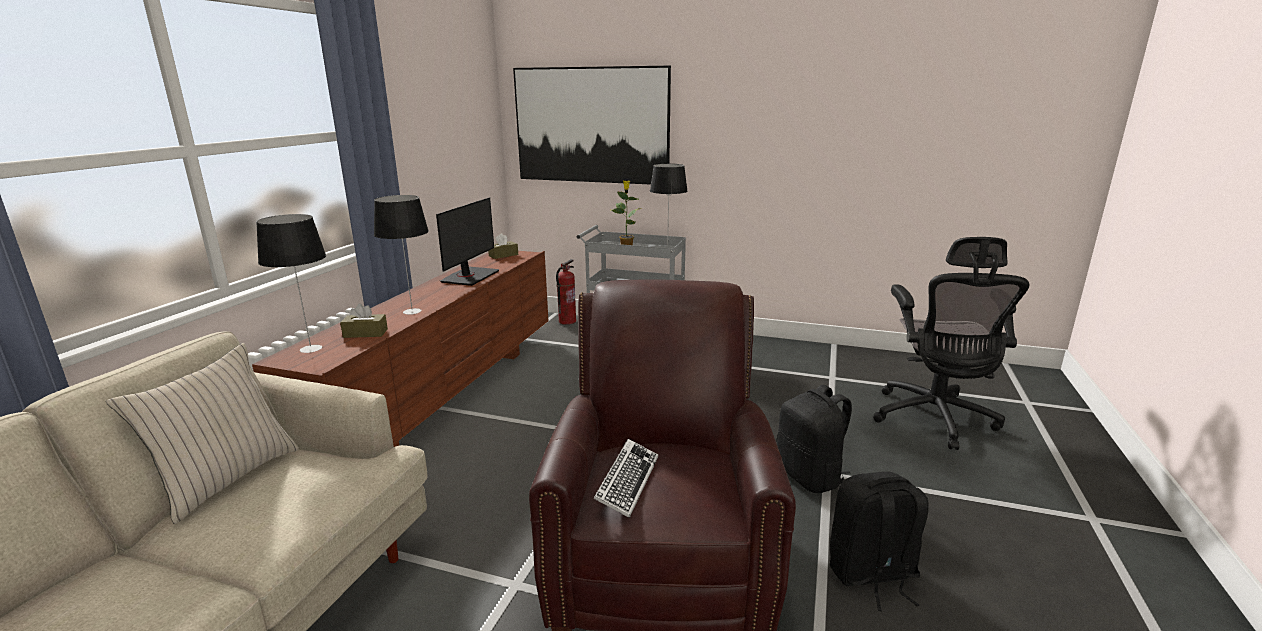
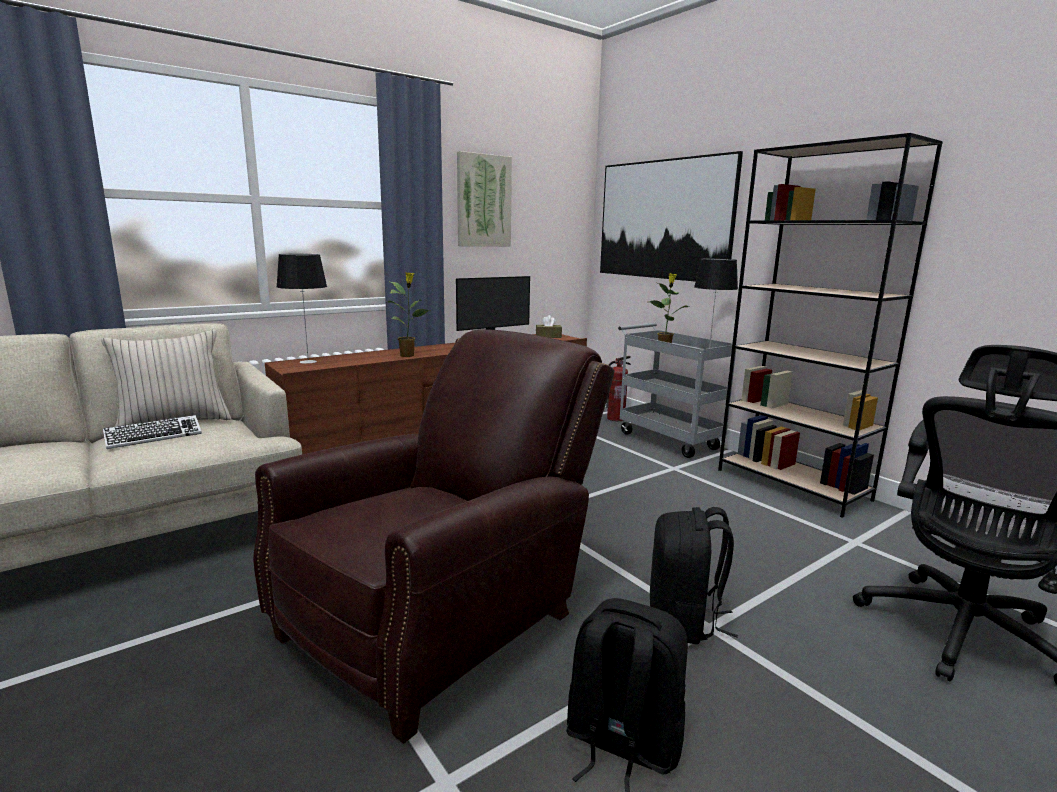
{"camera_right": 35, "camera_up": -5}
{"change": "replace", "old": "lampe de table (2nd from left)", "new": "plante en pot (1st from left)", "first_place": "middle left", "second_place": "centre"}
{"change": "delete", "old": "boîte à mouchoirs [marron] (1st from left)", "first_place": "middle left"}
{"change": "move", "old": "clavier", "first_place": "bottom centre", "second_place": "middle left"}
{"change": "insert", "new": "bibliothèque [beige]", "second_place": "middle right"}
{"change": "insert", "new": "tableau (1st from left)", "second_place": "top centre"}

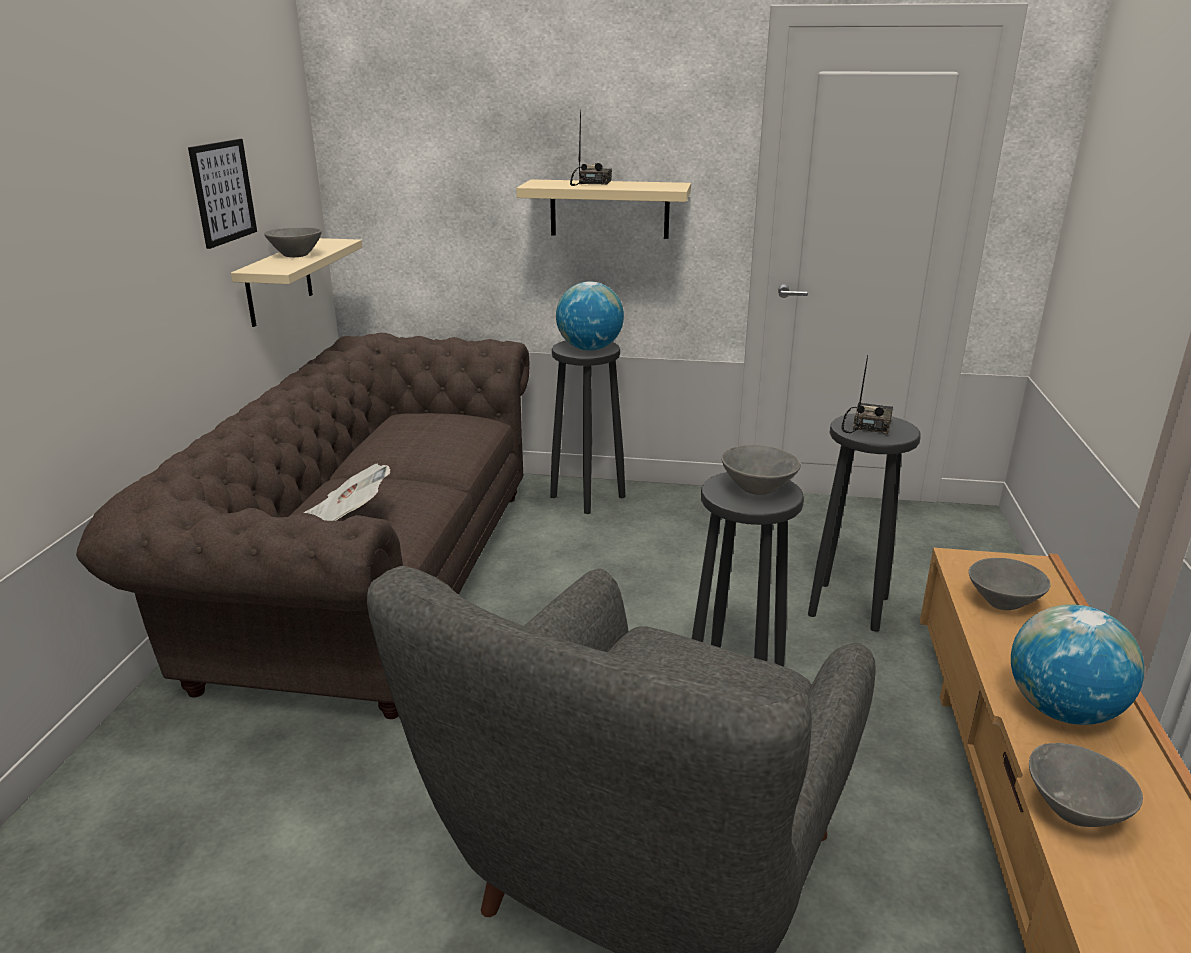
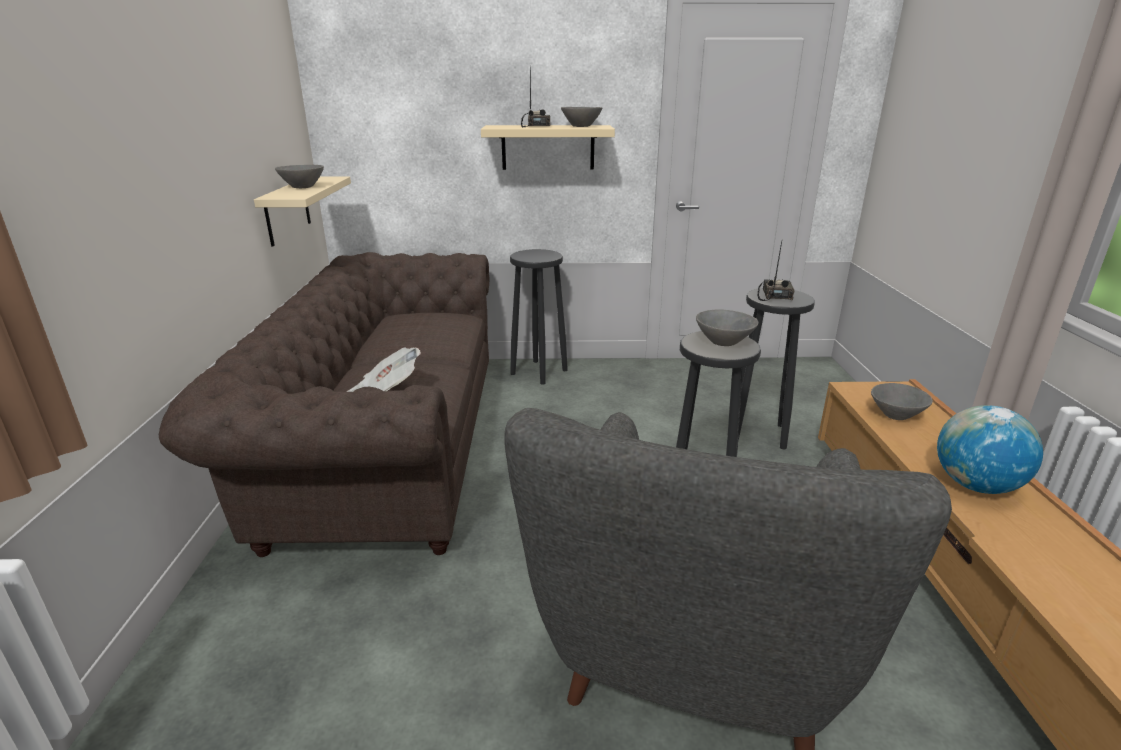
{"camera_right": -10, "camera_up": 0}
{"change": "delete", "old": "tableau", "first_place": "top left"}
{"change": "delete", "old": "globe (1st from left)", "first_place": "top centre"}
{"change": "move", "old": "bol [gris] (4th from left in the first image)", "new": "bol [gris] (2nd from left)", "first_place": "bottom right", "second_place": "top centre"}

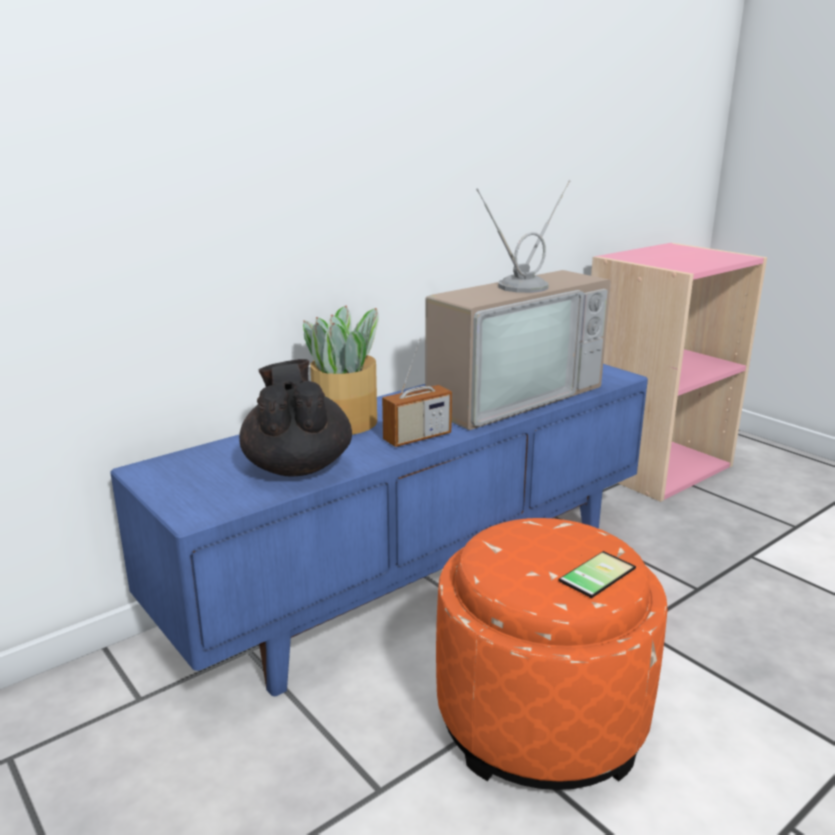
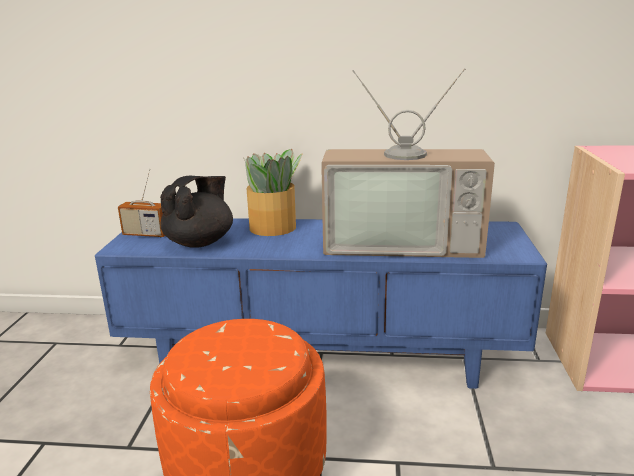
{"camera_right": 45, "camera_up": 0}
{"change": "move", "old": "radio", "first_place": "centre", "second_place": "middle left"}
{"change": "delete", "old": "téléphone", "first_place": "bottom right"}

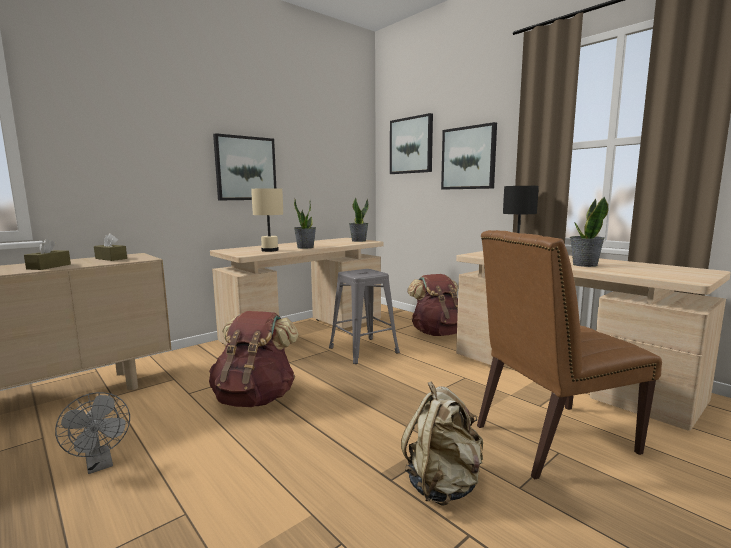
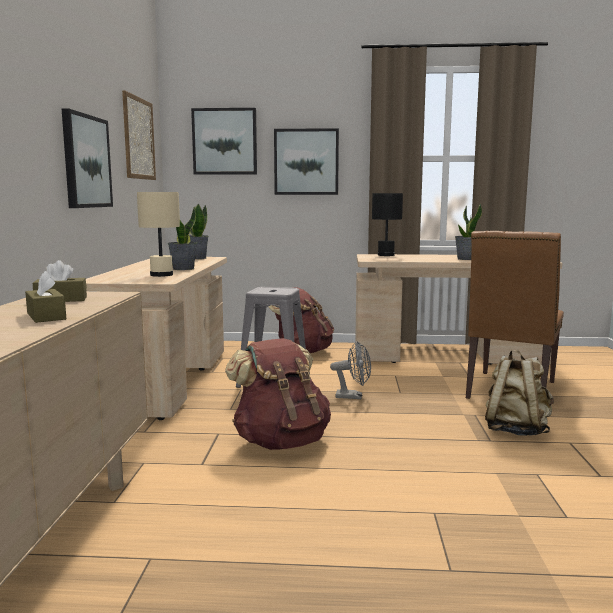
{"camera_right": -45, "camera_up": 0}
{"change": "move", "old": "ventilateur [gris]", "first_place": "bottom left", "second_place": "centre"}
{"change": "insert", "new": "tableau (2nd from left)", "second_place": "top left"}

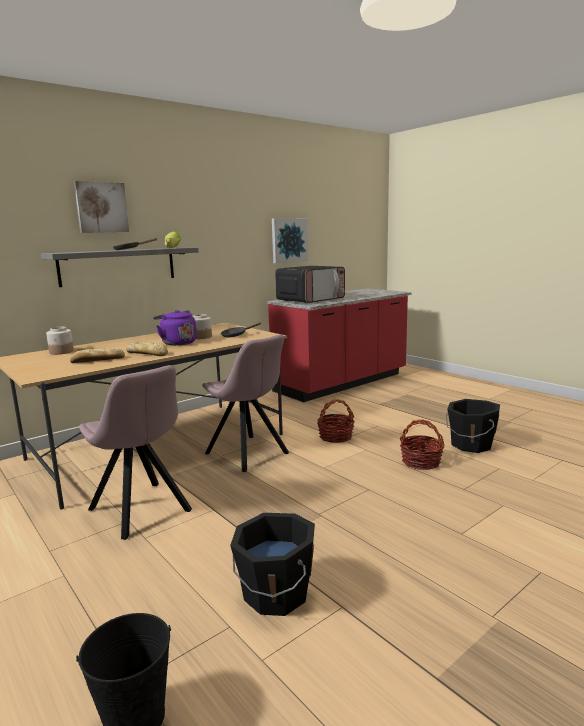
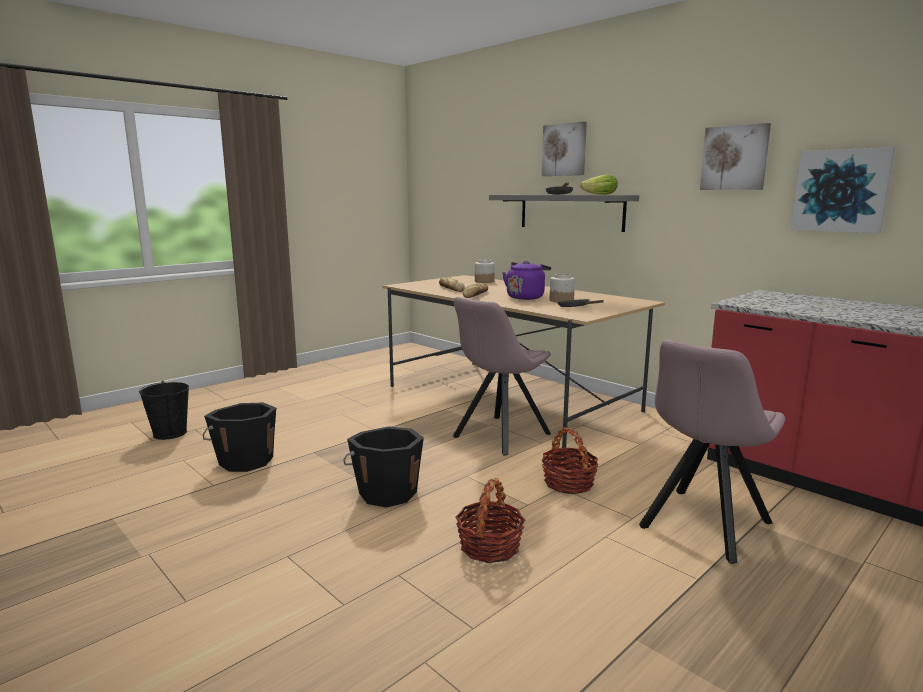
{"camera_right": 85, "camera_up": 0}
{"change": "delete", "old": "micro-ondes", "first_place": "centre"}
{"change": "move", "old": "chaise [rose] (1st from left in the first image)", "new": "chaise [rose] (2nd from left)", "first_place": "middle left", "second_place": "middle right"}
{"change": "move", "old": "seau [noir] (3rd from left)", "first_place": "middle right", "second_place": "bottom centre"}
{"change": "insert", "new": "tableau (2nd from left)", "second_place": "top right"}

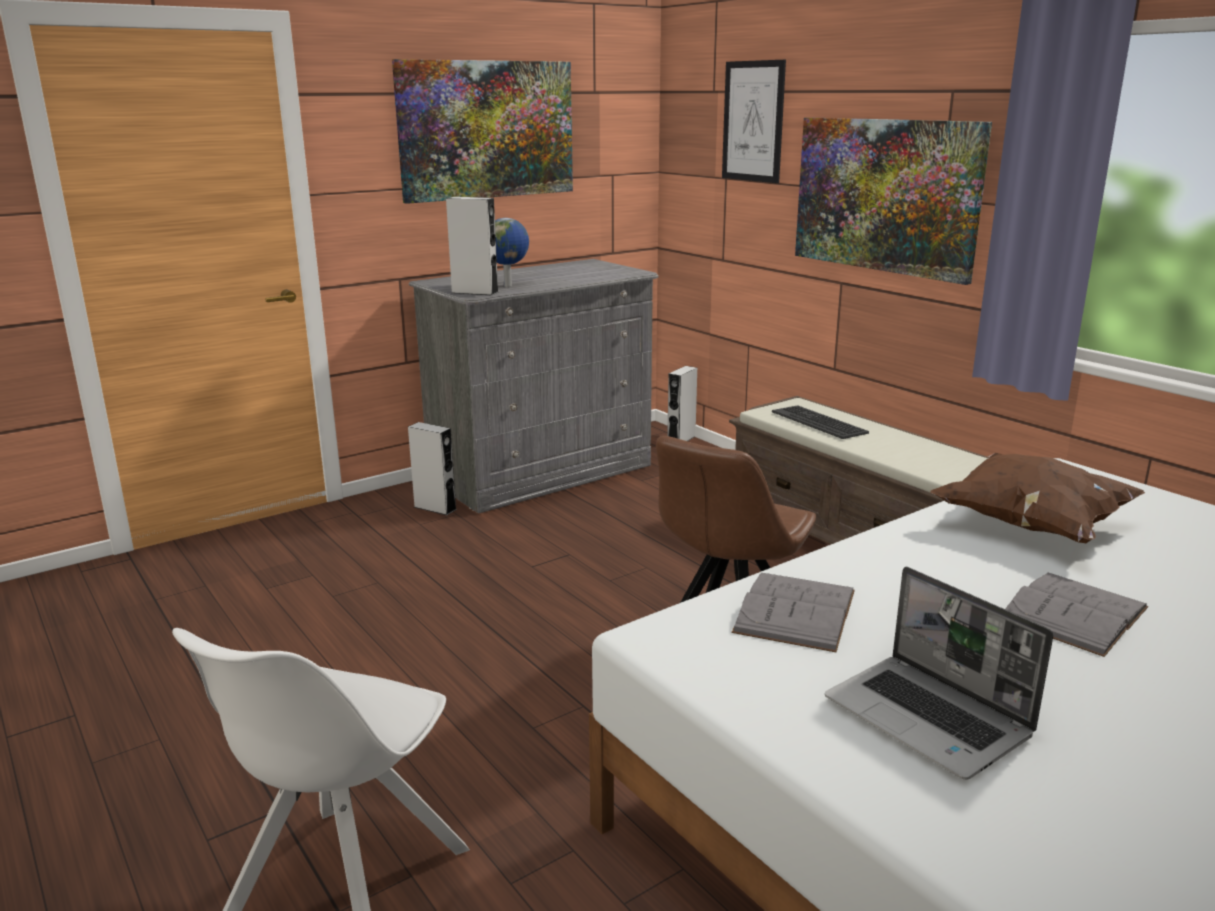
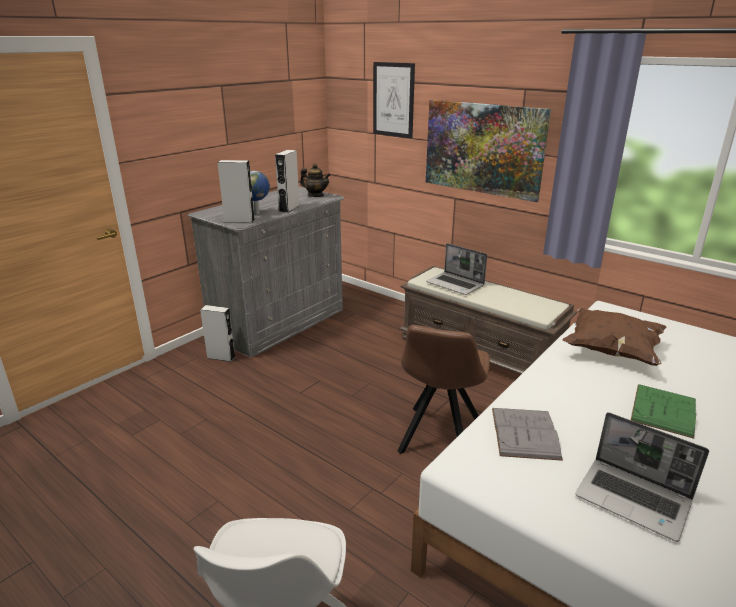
{"camera_right": -15, "camera_up": 5}
{"change": "delete", "old": "tableau (1st from left)", "first_place": "top centre"}
{"change": "move", "old": "enceinte [gris] (3rd from left)", "first_place": "centre", "second_place": "top centre"}
{"change": "replace", "old": "clavier", "new": "ordinateur portable (1st from left)", "first_place": "middle right", "second_place": "centre"}
{"change": "recolor", "old": "livre [gris] (2nd from left)", "new": "livre [vert]", "first_place": "bottom right", "second_place": "bottom right"}
{"change": "insert", "new": "théière", "second_place": "top centre"}

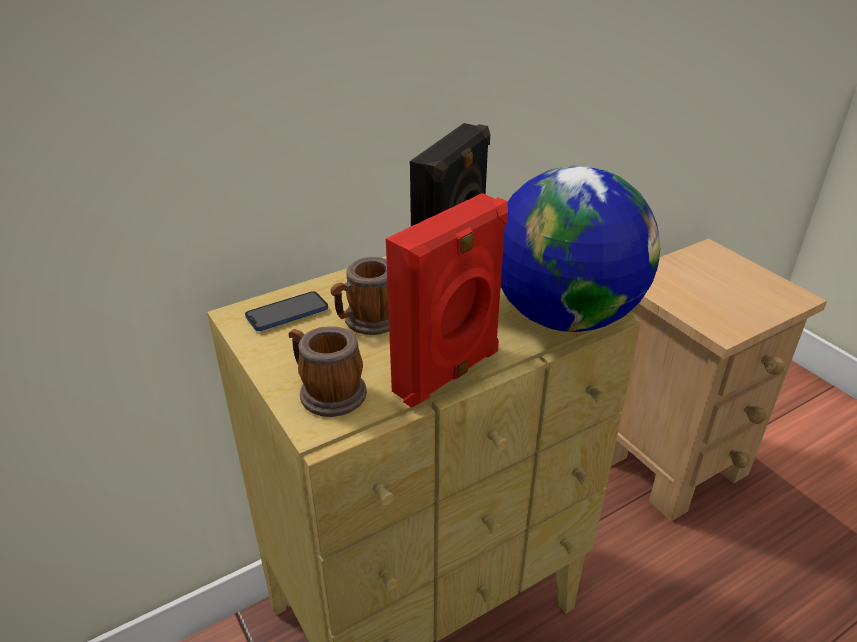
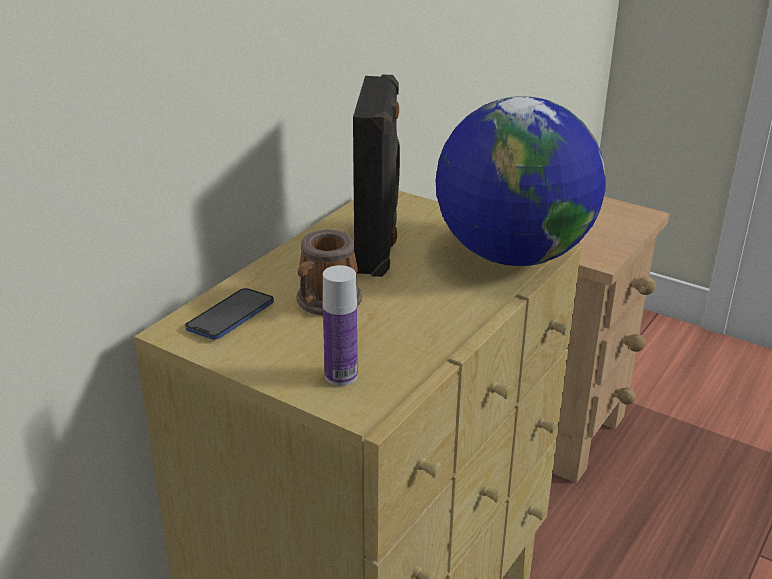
{"camera_right": -25, "camera_up": -5}
{"change": "delete", "old": "enceinte [rouge]", "first_place": "centre"}
{"change": "replace", "old": "mug (1st from left)", "new": "bouteille", "first_place": "centre", "second_place": "centre"}

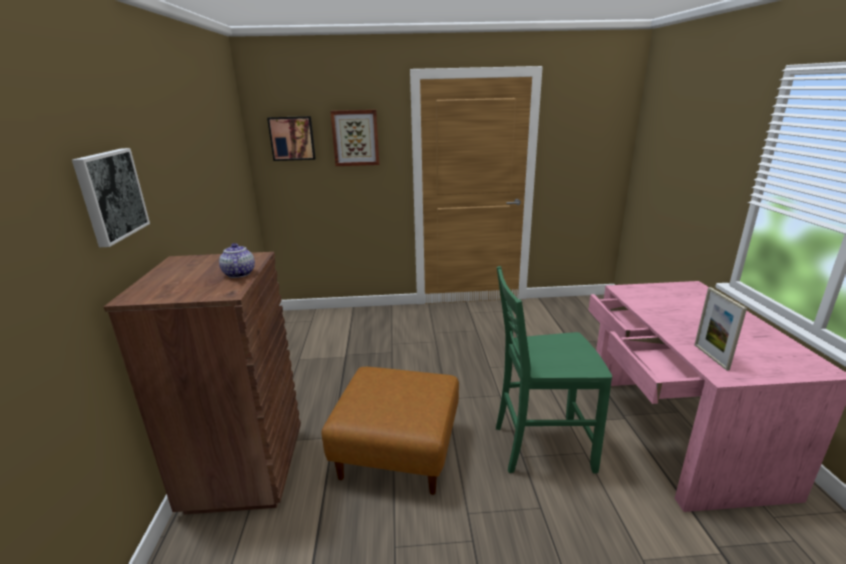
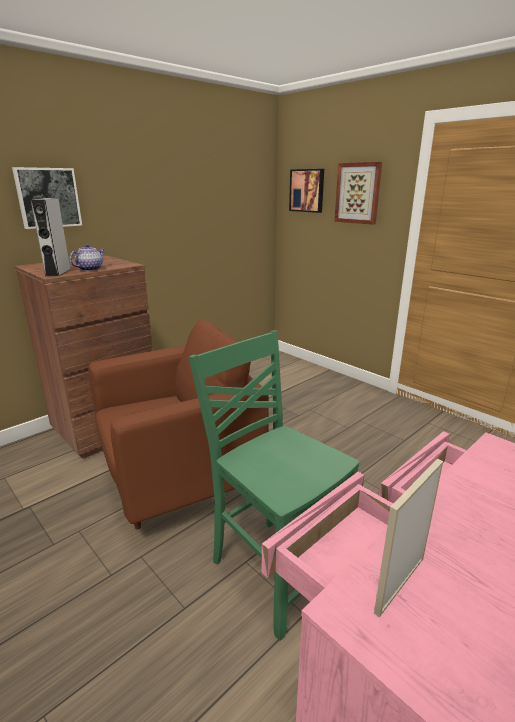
{"camera_right": 50, "camera_up": 0}
{"change": "replace", "old": "pouf [marron]", "new": "fauteuil [marron]", "first_place": "bottom centre", "second_place": "centre"}
{"change": "insert", "new": "enceinte [gris]", "second_place": "top left"}

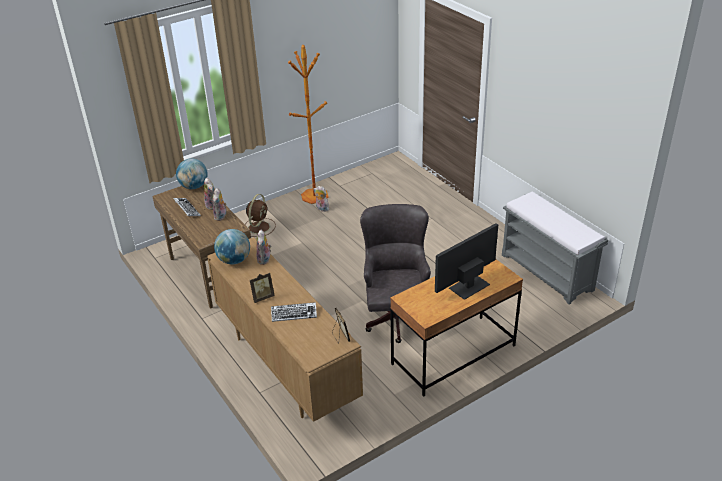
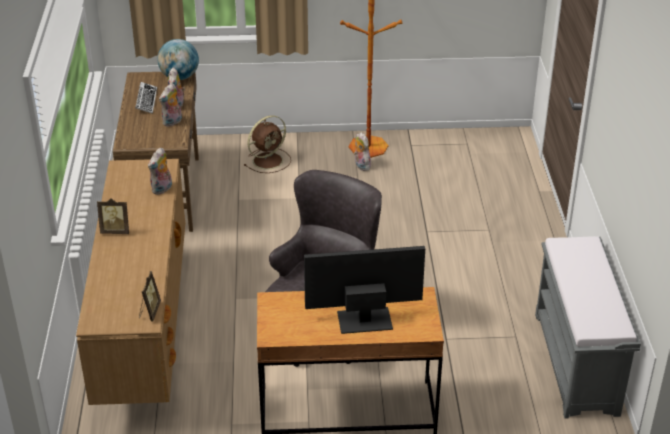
{"camera_right": 30, "camera_up": 0}
{"change": "delete", "old": "globe (2nd from left)", "first_place": "middle left"}
{"change": "delete", "old": "clavier (2nd from left)", "first_place": "centre"}

